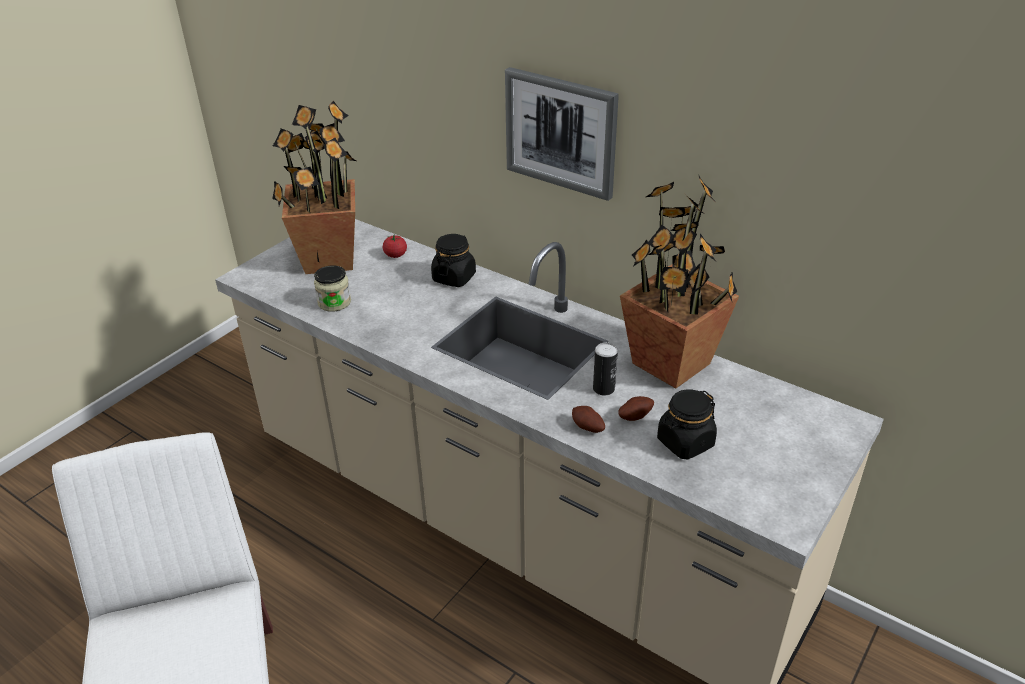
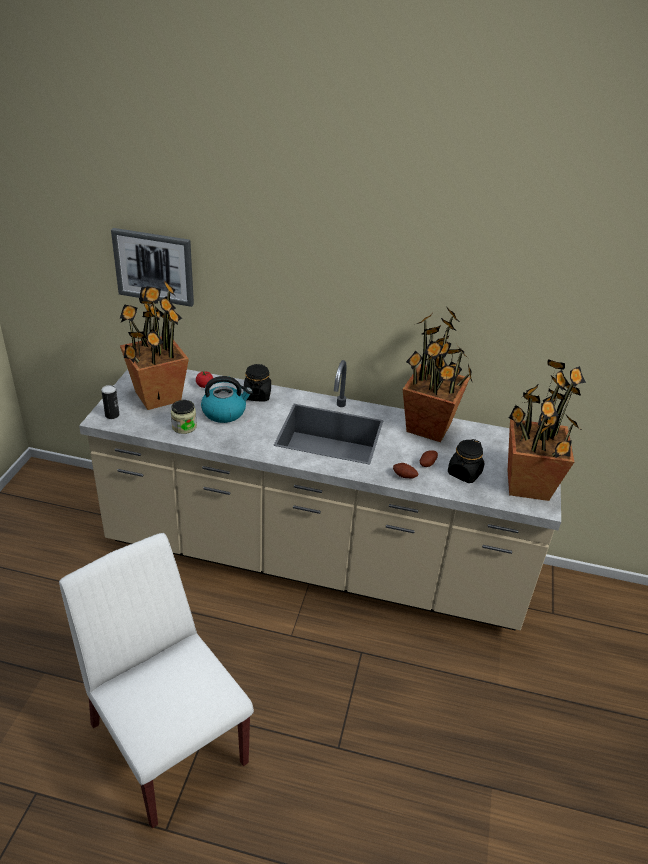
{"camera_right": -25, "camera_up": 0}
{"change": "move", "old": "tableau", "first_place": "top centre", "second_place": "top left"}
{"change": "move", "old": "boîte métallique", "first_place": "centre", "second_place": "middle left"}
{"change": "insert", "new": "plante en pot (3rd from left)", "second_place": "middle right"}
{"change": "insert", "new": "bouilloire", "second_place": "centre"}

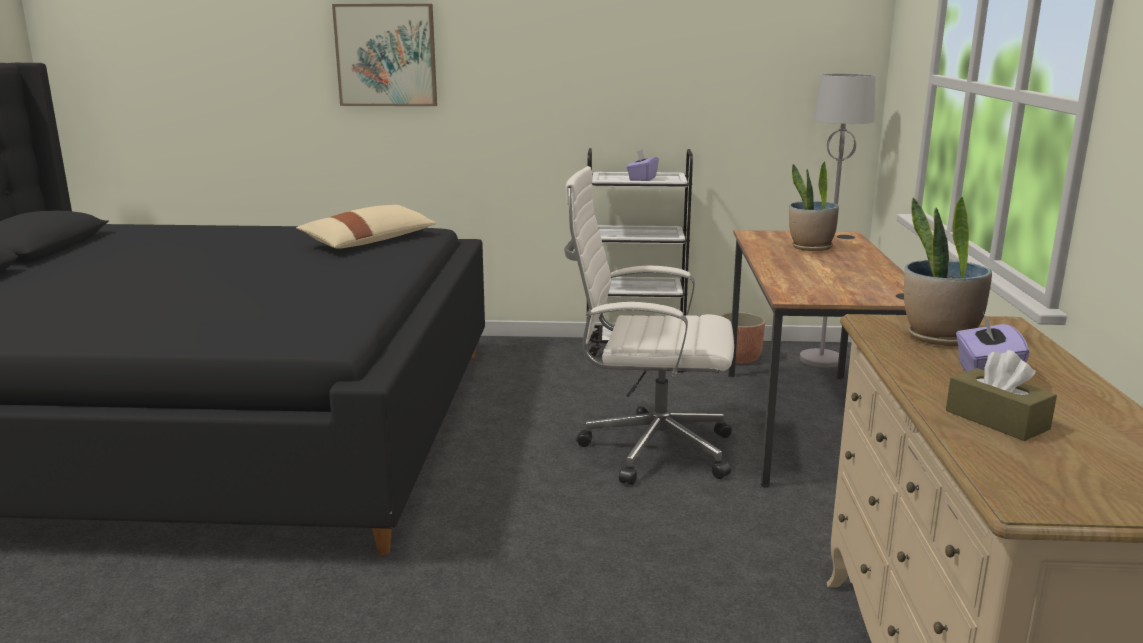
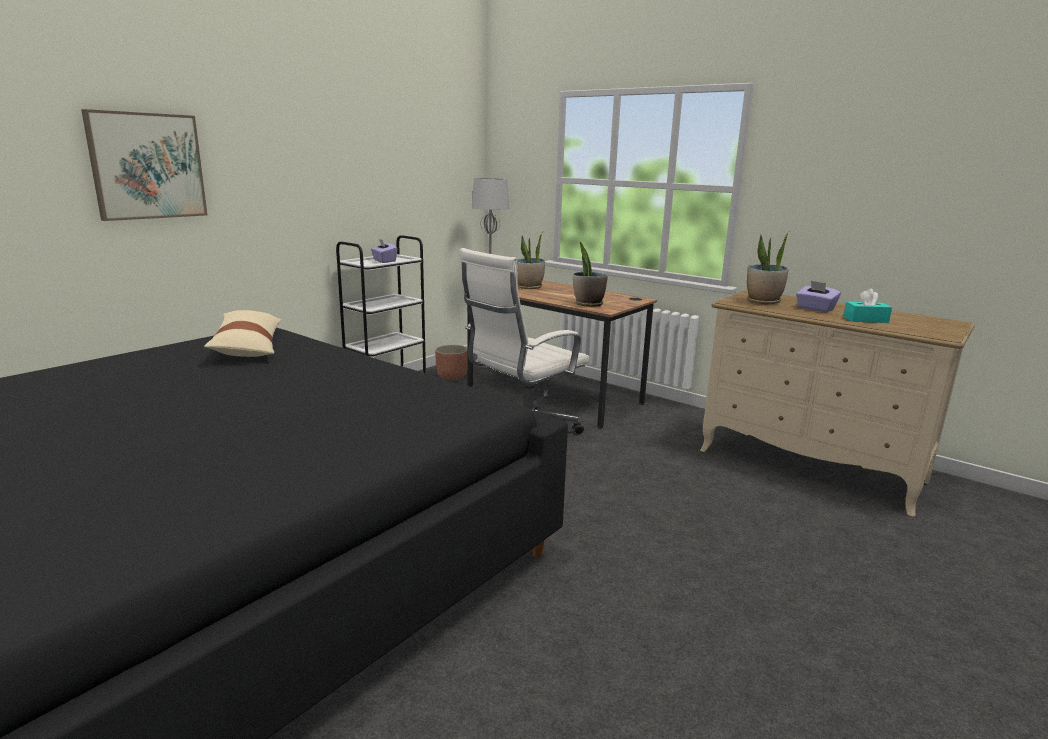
{"camera_right": -55, "camera_up": 0}
{"change": "recolor", "old": "boîte à mouchoirs [marron]", "new": "boîte à mouchoirs [turquoise]", "first_place": "middle right", "second_place": "middle right"}
{"change": "insert", "new": "plante en pot (2nd from left)", "second_place": "centre"}

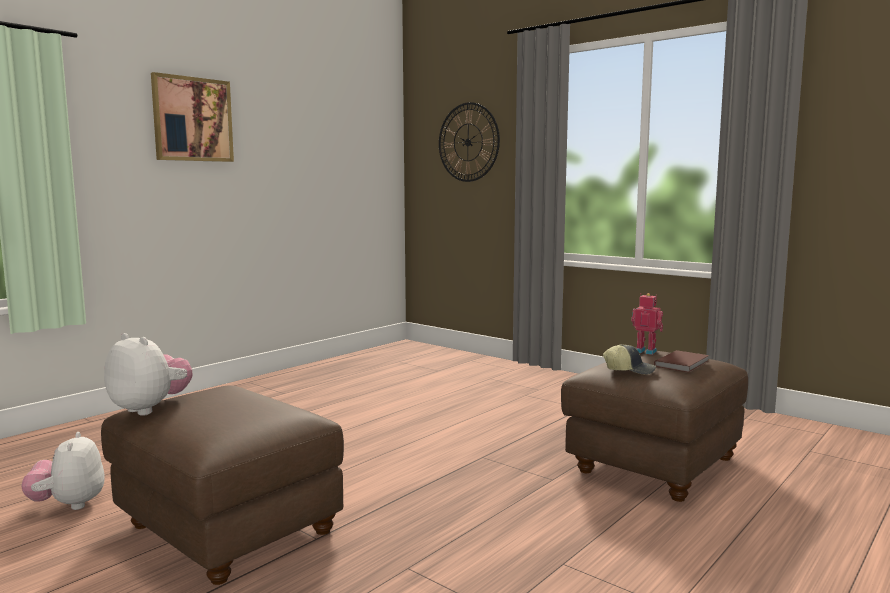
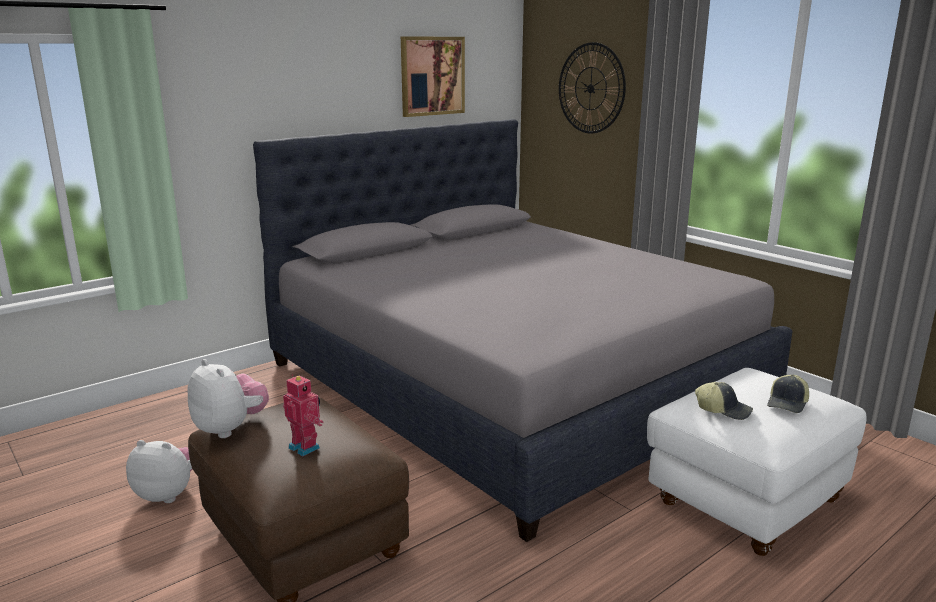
{"camera_right": 10, "camera_up": 10}
{"change": "move", "old": "tableau", "first_place": "top left", "second_place": "top centre"}
{"change": "move", "old": "robot jouet", "first_place": "middle right", "second_place": "bottom left"}
{"change": "recolor", "old": "pouf [marron] (2nd from left)", "new": "pouf [blanc]", "first_place": "bottom right", "second_place": "bottom right"}
{"change": "replace", "old": "livre [marron]", "new": "casquette (2nd from left)", "first_place": "middle right", "second_place": "middle right"}
{"change": "rotate", "old": "peluche (1st from left)", "first_place": "bottom left", "second_place": "bottom left", "degrees": 105}
{"change": "insert", "new": "lit [gris]", "second_place": "centre"}

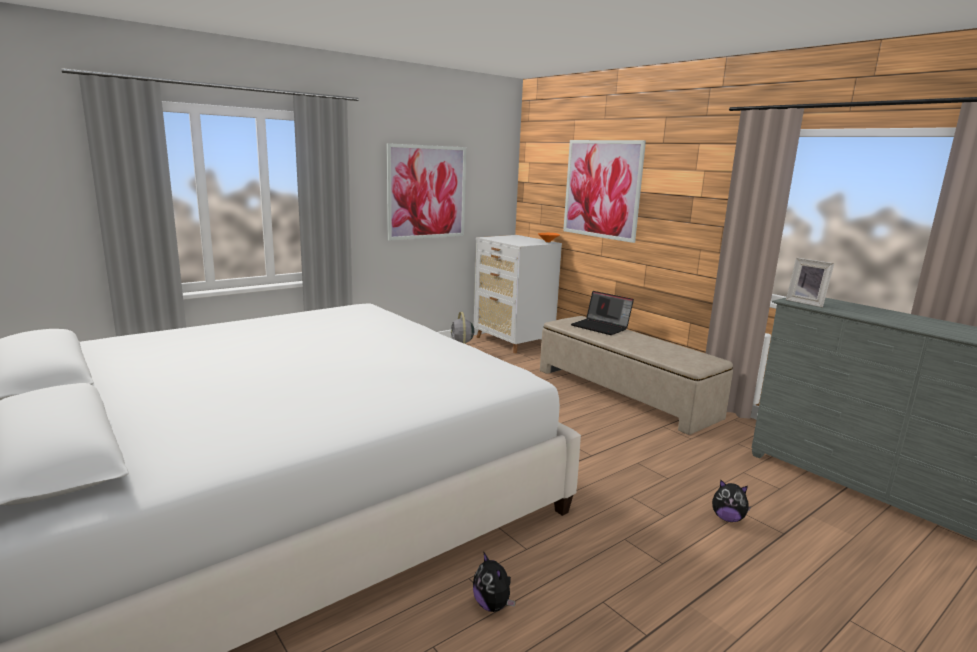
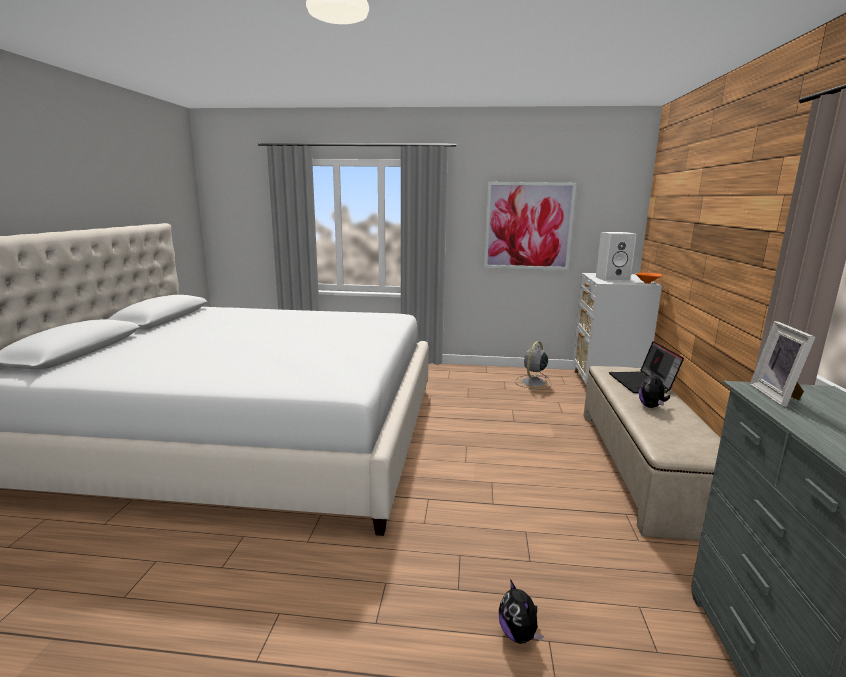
{"camera_right": 45, "camera_up": 0}
{"change": "delete", "old": "tableau (2nd from left)", "first_place": "top centre"}
{"change": "move", "old": "peluche (1st from left in the first image)", "new": "peluche (2nd from left)", "first_place": "bottom centre", "second_place": "middle right"}
{"change": "insert", "new": "enceinte [blanc]", "second_place": "middle right"}

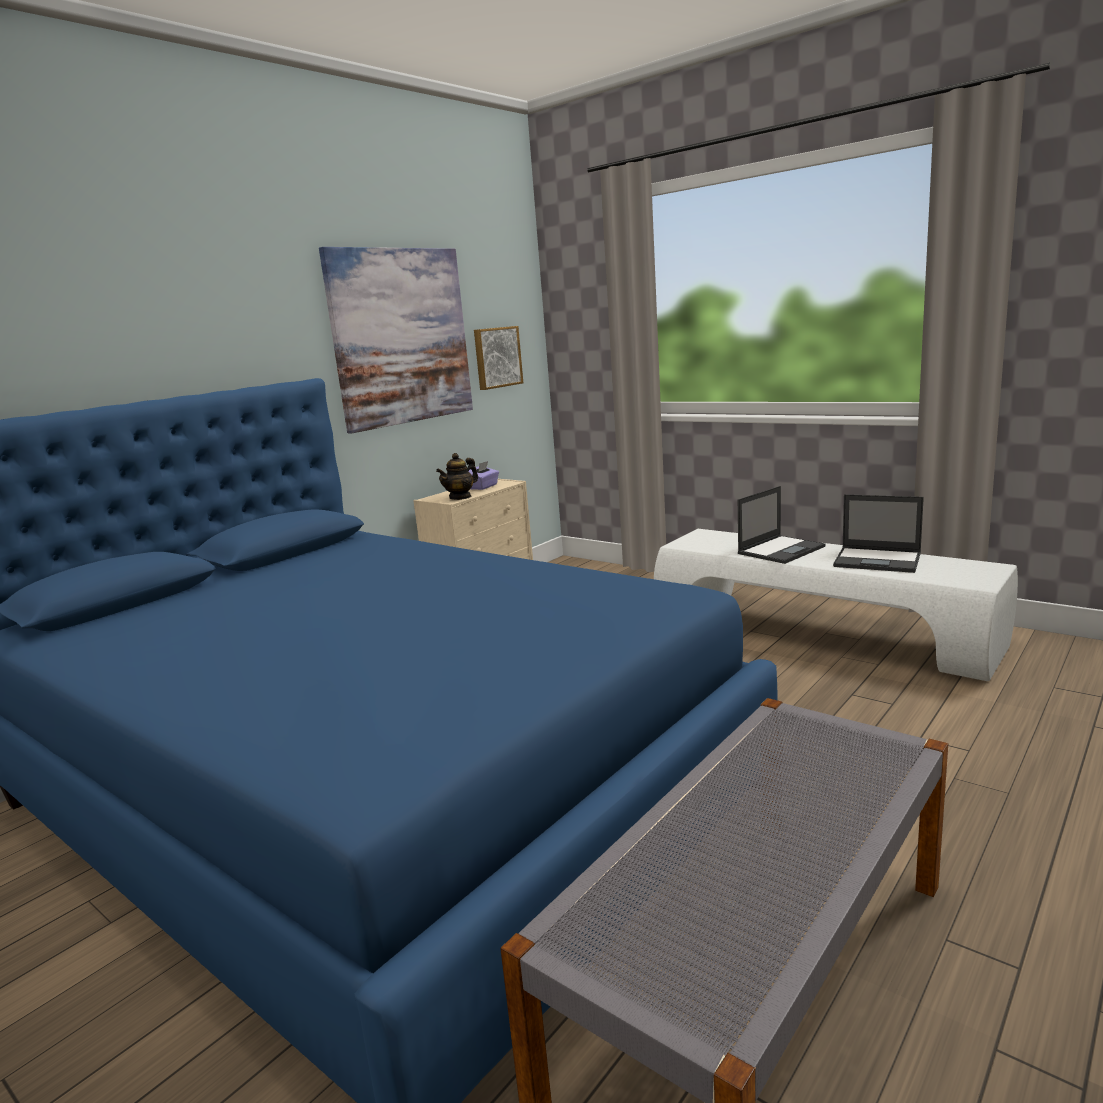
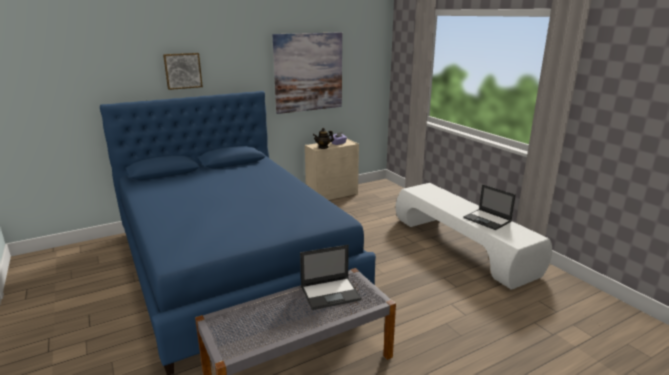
{"camera_right": 20, "camera_up": 5}
{"change": "move", "old": "tableau (2nd from left in the first image)", "new": "tableau (1st from left)", "first_place": "top centre", "second_place": "top left"}
{"change": "move", "old": "ordinateur portable (1st from left)", "first_place": "middle right", "second_place": "bottom centre"}

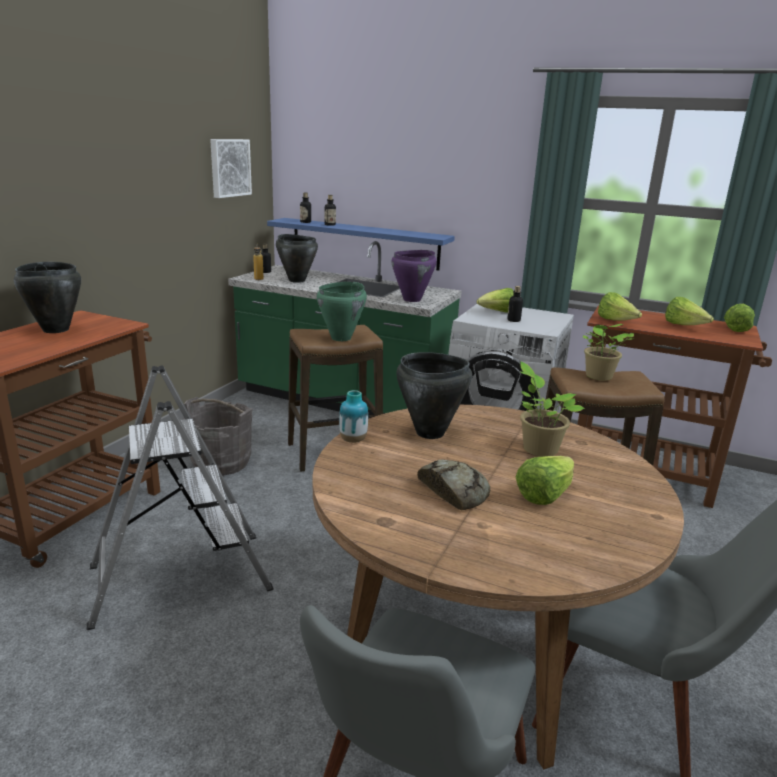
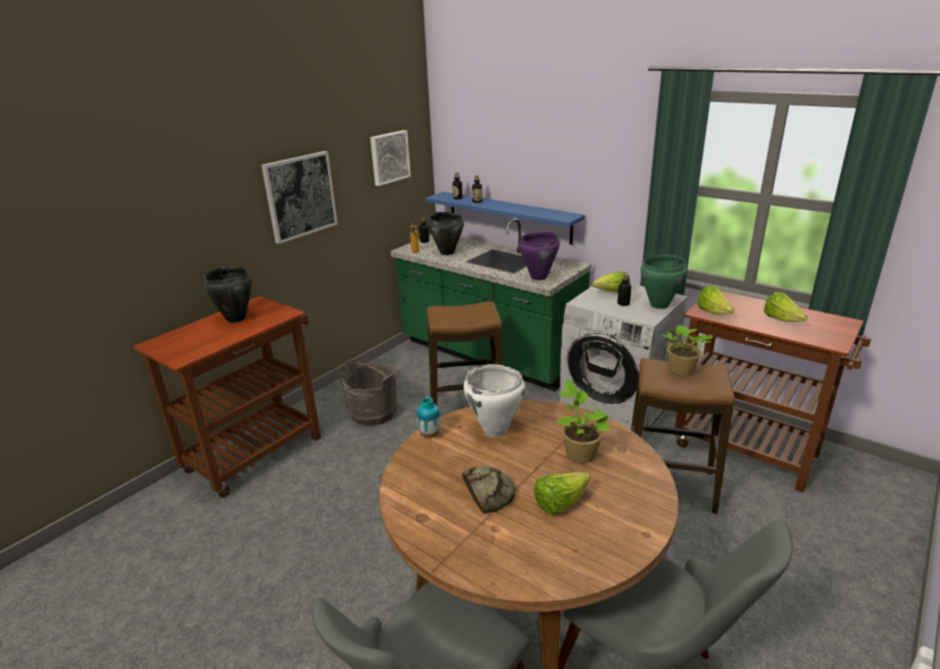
{"camera_right": 15, "camera_up": 5}
{"change": "move", "old": "marmite [vert]", "first_place": "centre", "second_place": "middle right"}
{"change": "delete", "old": "laitue (5th from left)", "first_place": "middle right"}
{"change": "recolor", "old": "marmite [noir] (3rd from left)", "new": "marmite [blanc]", "first_place": "centre", "second_place": "centre"}
{"change": "delete", "old": "escabeau [gris]", "first_place": "middle left"}
{"change": "insert", "new": "tableau (1st from left)", "second_place": "top left"}

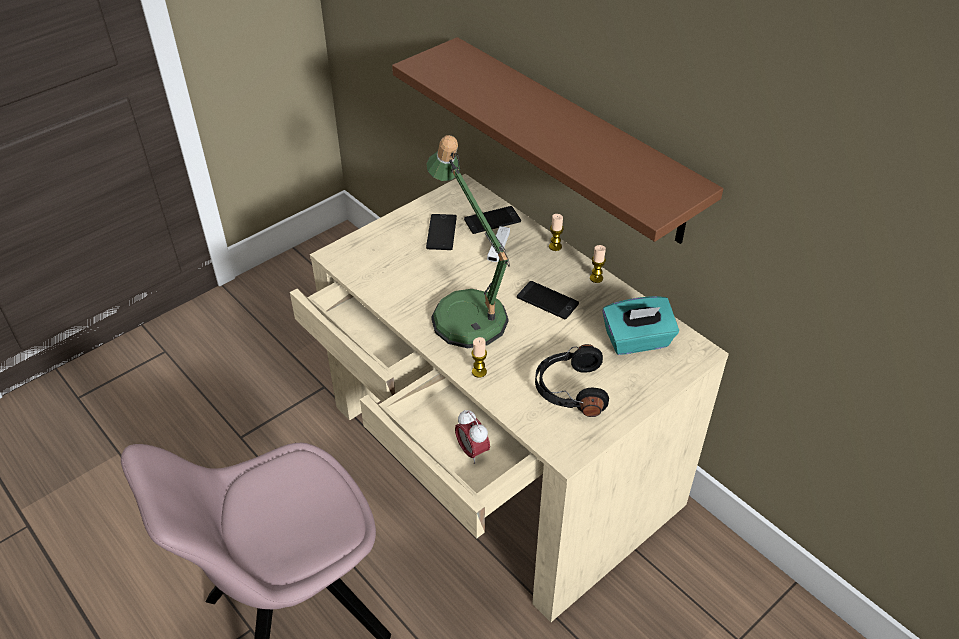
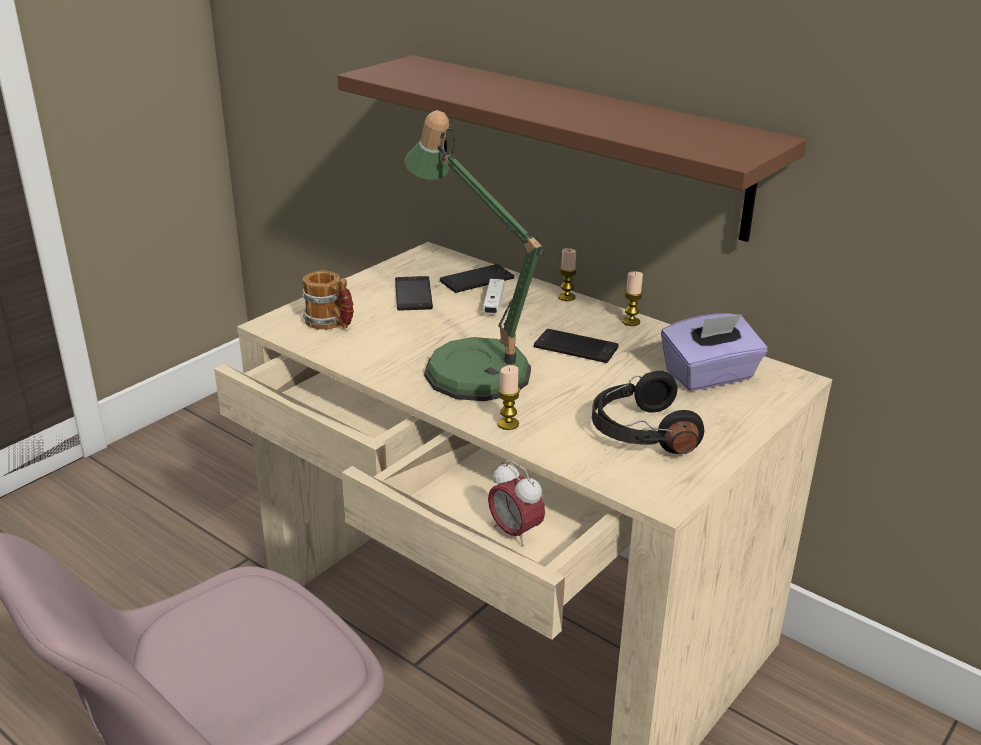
{"camera_right": -10, "camera_up": -15}
{"change": "recolor", "old": "boîte à mouchoirs [turquoise]", "new": "boîte à mouchoirs [violet]", "first_place": "middle right", "second_place": "middle right"}
{"change": "insert", "new": "mug", "second_place": "centre"}

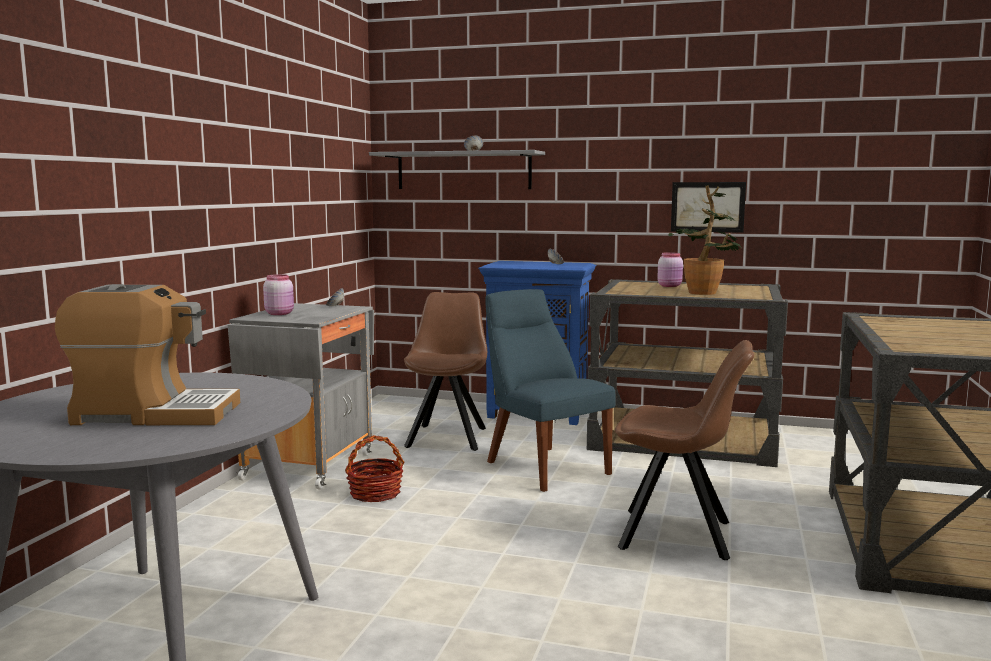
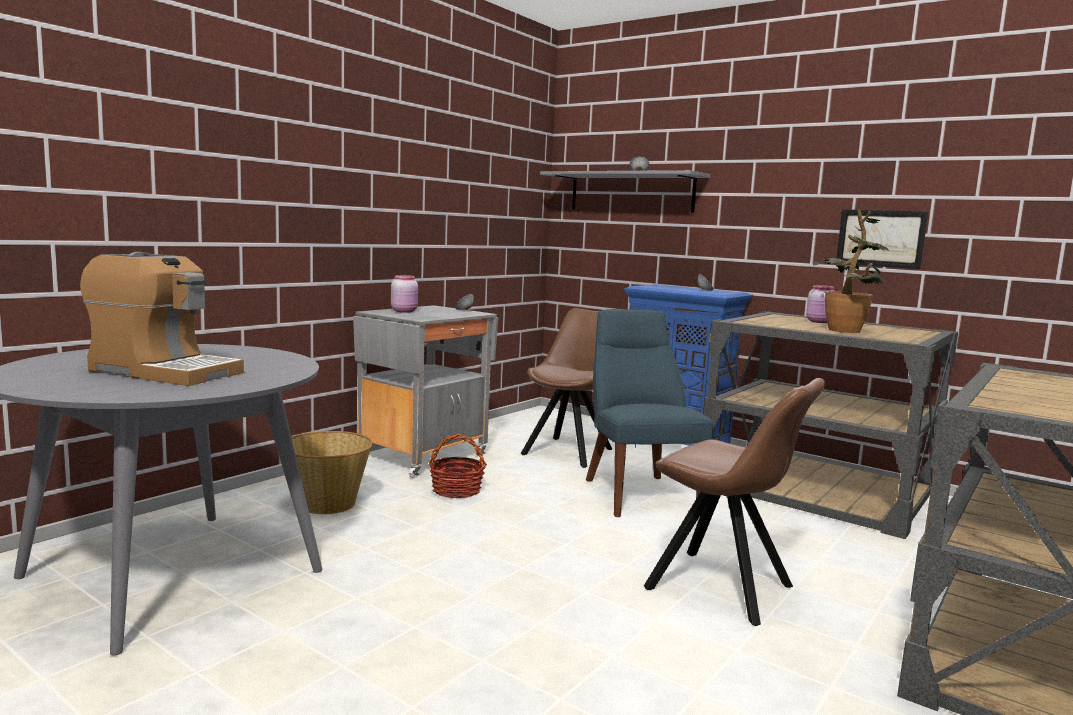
{"camera_right": 20, "camera_up": 0}
{"change": "insert", "new": "panier (1st from left)", "second_place": "middle left"}

